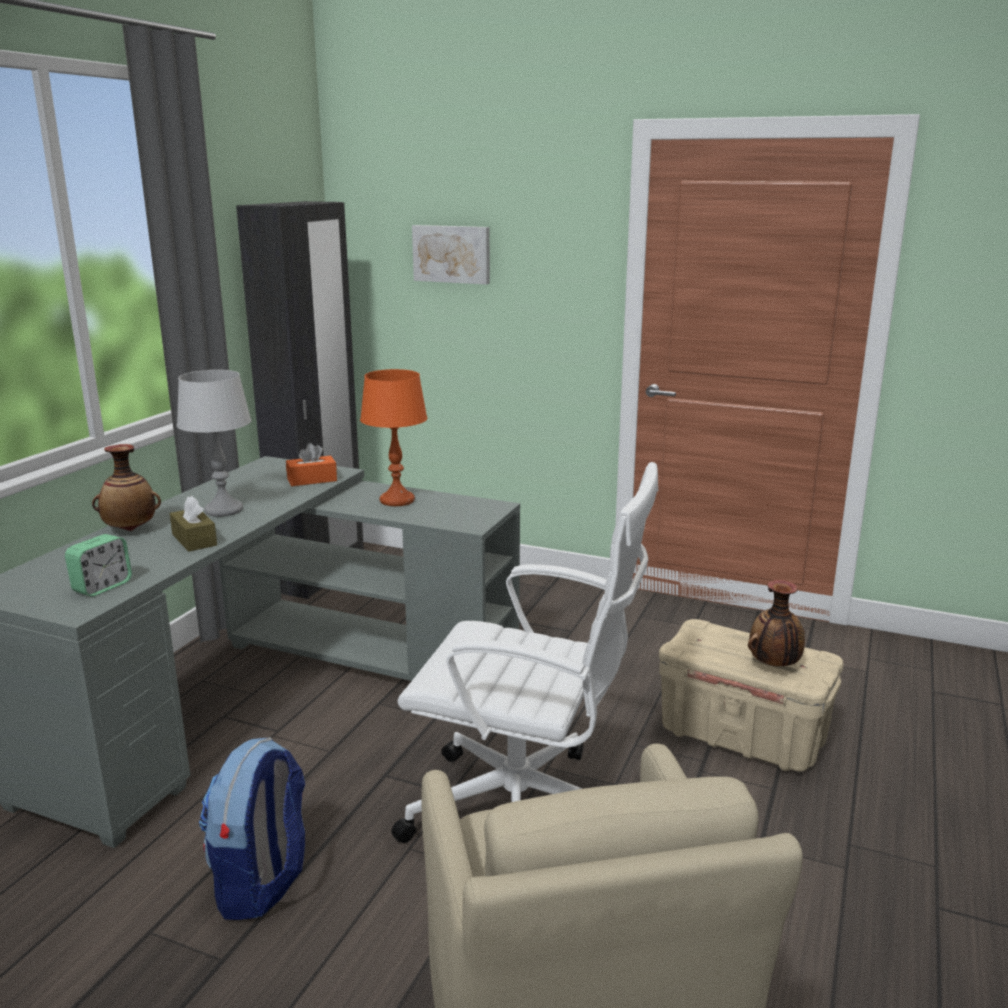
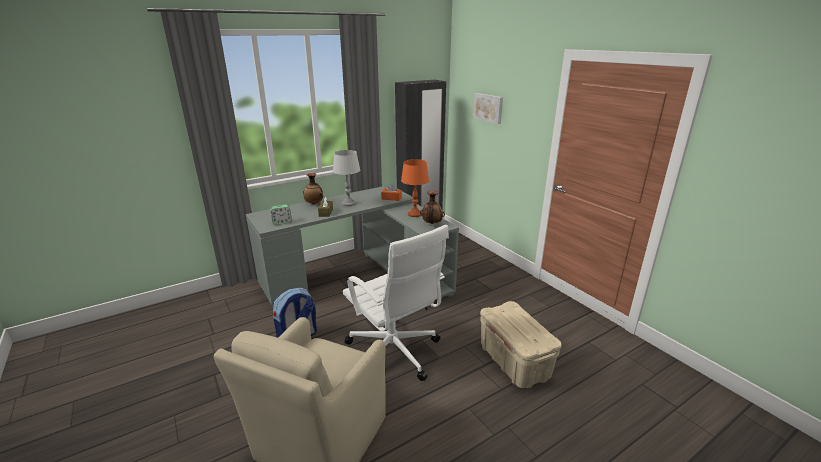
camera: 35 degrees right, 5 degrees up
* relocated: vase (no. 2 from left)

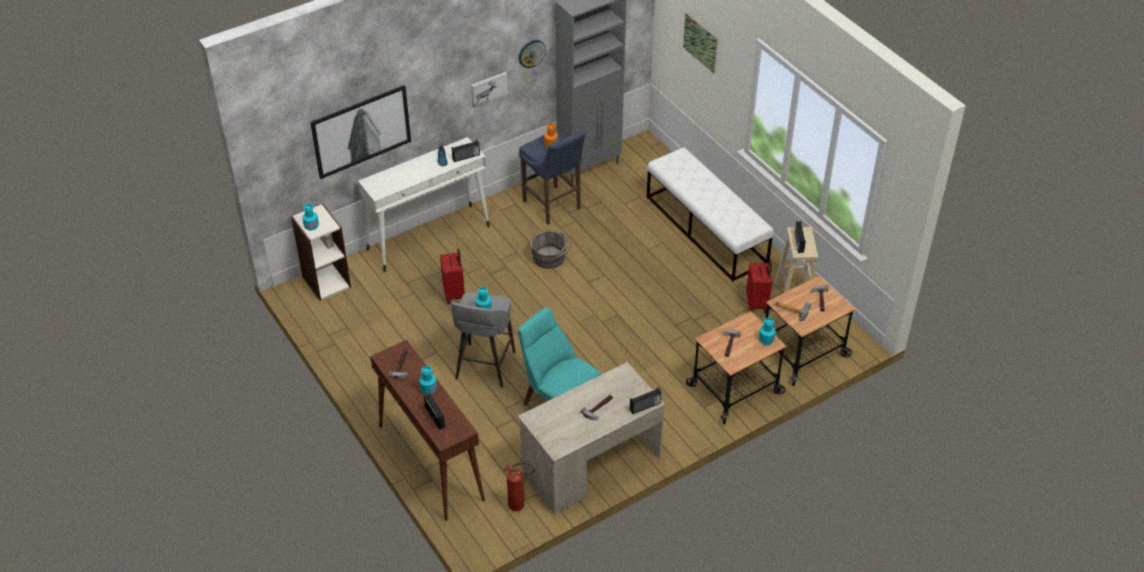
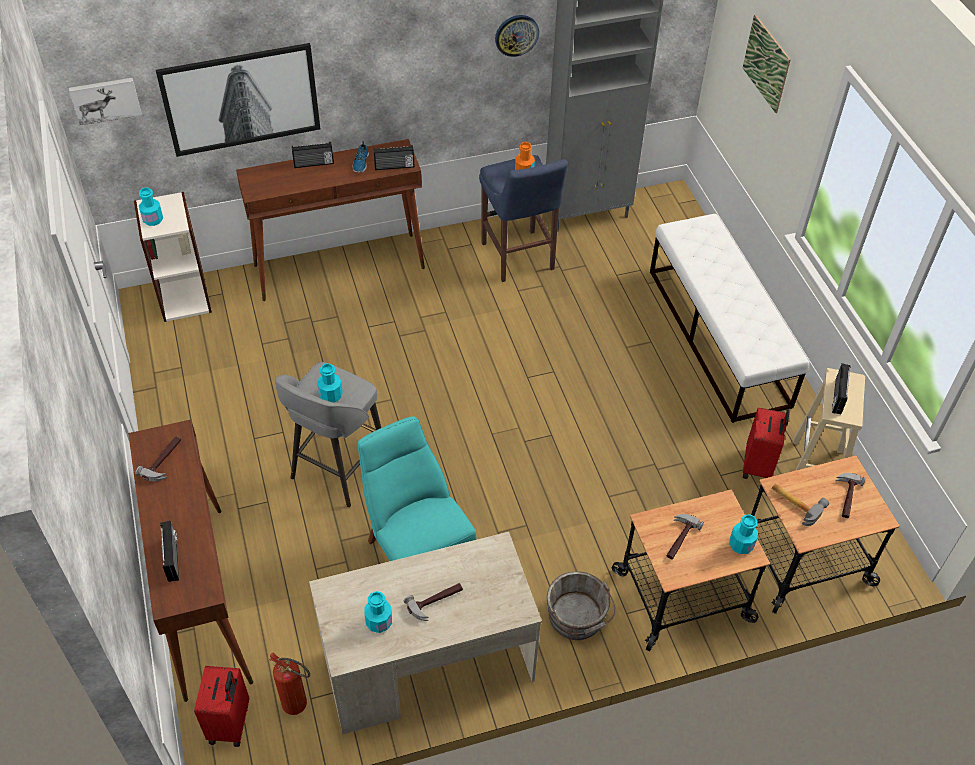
camera: 15 degrees right, 5 degrees up
* relocated: picture (no. 2 from left in the first image) to picture (no. 1 from left)
* relocated: suitcase (red) (no. 1 from left)
* colour: console table (white) to console table (brown) (no. 2 from left)
* relocated: radio (no. 3 from left in the first image) to radio (no. 2 from left)
* relocated: bottle (turquoise) (no. 2 from left in the first image) to bottle (turquoise) (no. 3 from left)
* relocated: bucket (grey)

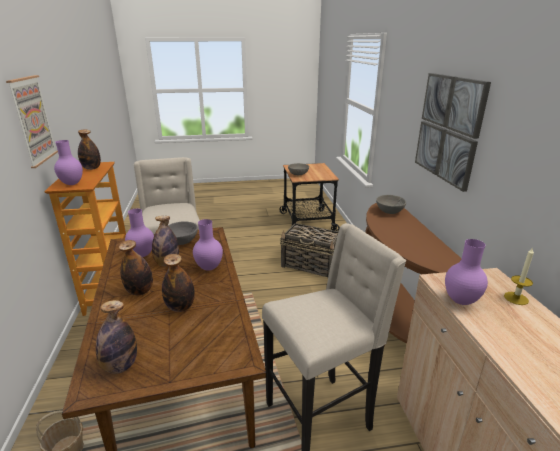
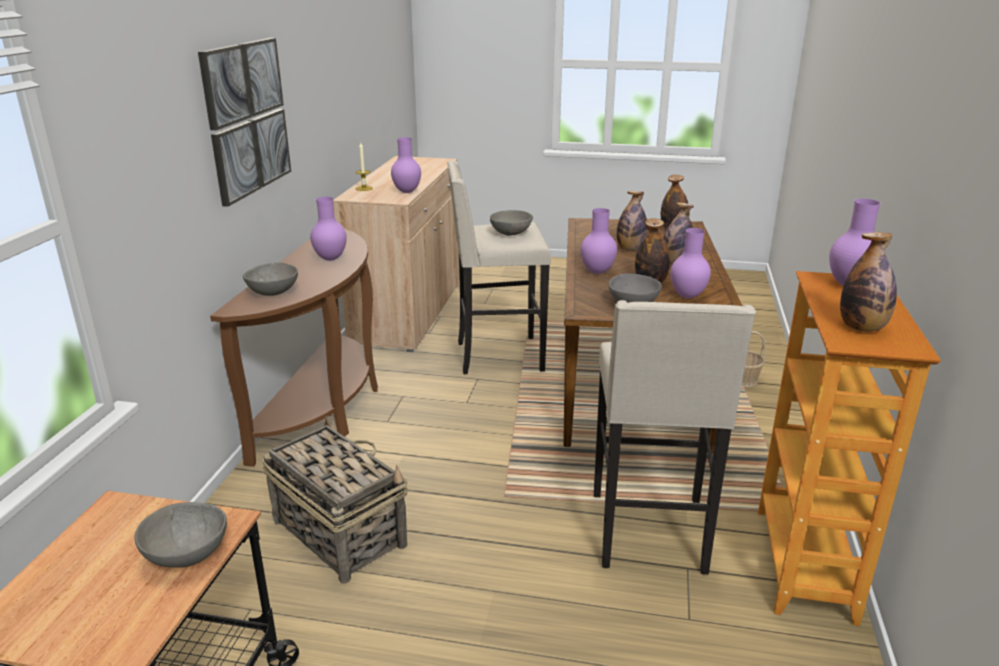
camera: 160 degrees left, 0 degrees up
* appeared: vase (purple) (no. 1 from left)
* appeared: bowl (grey) (no. 3 from left)
* missing: picture (no. 1 from left)

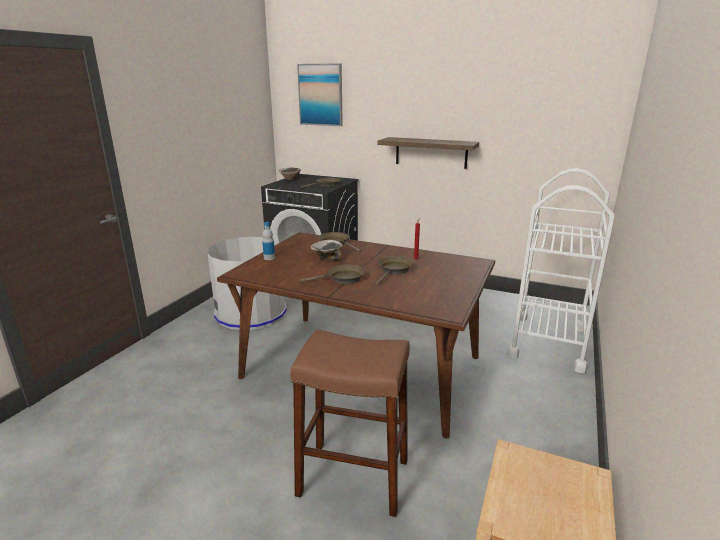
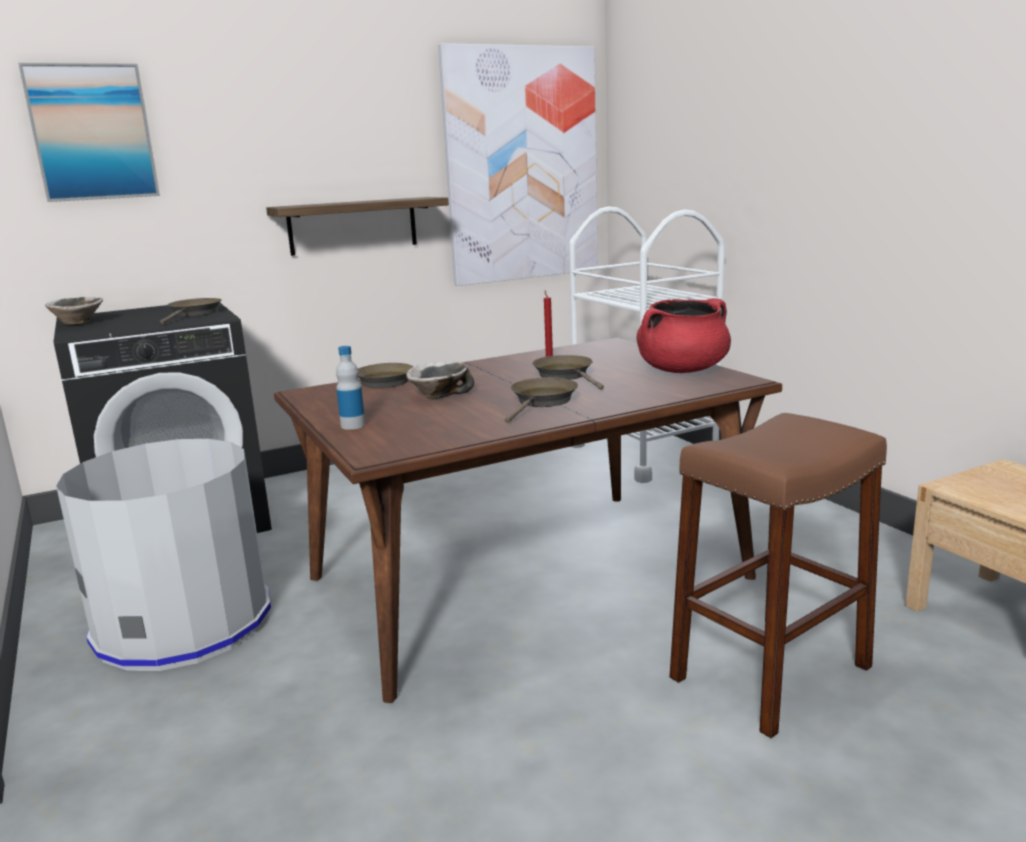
camera: 50 degrees left, 5 degrees down
* appeared: picture (no. 2 from left)
* appeared: cooking pot (red)

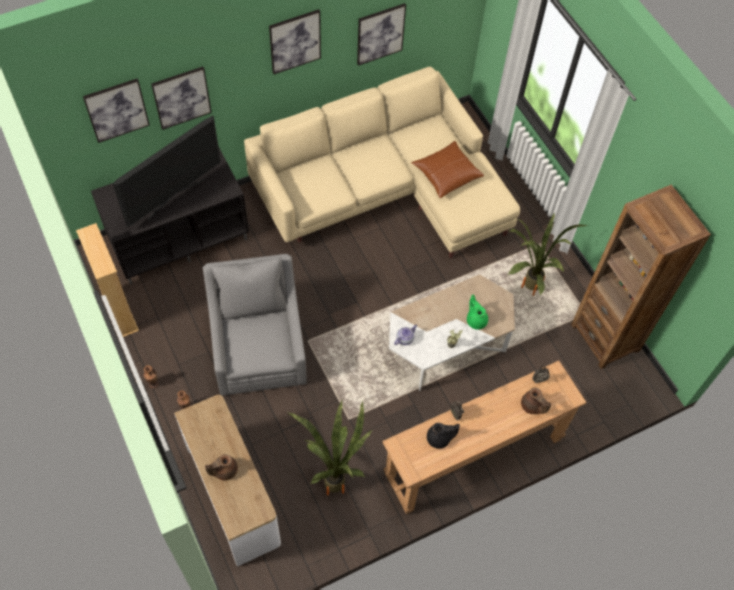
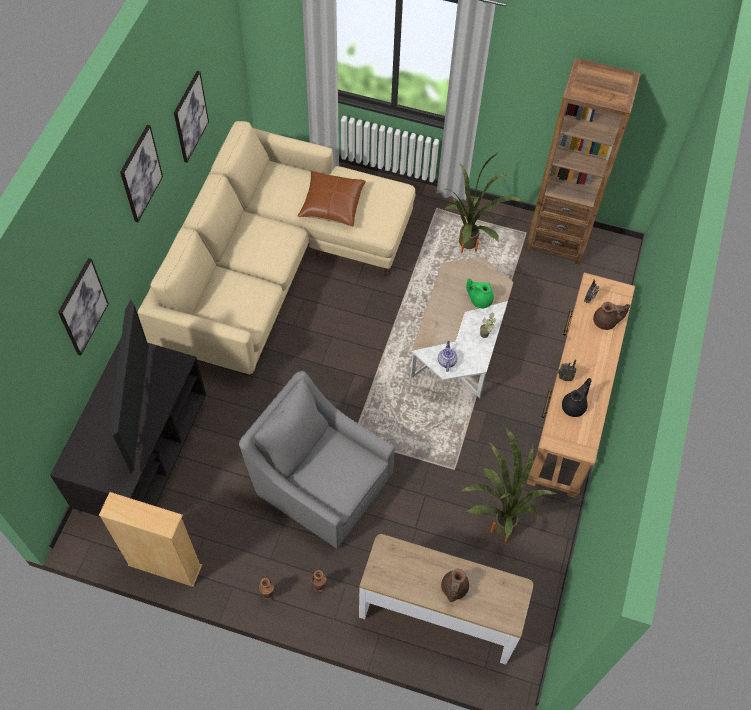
camera: 45 degrees left, 0 degrees up
* missing: picture (no. 1 from left)

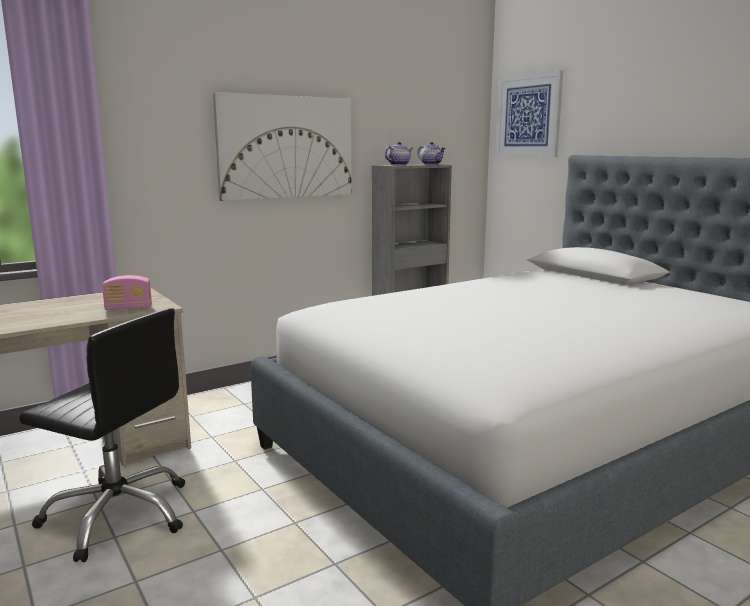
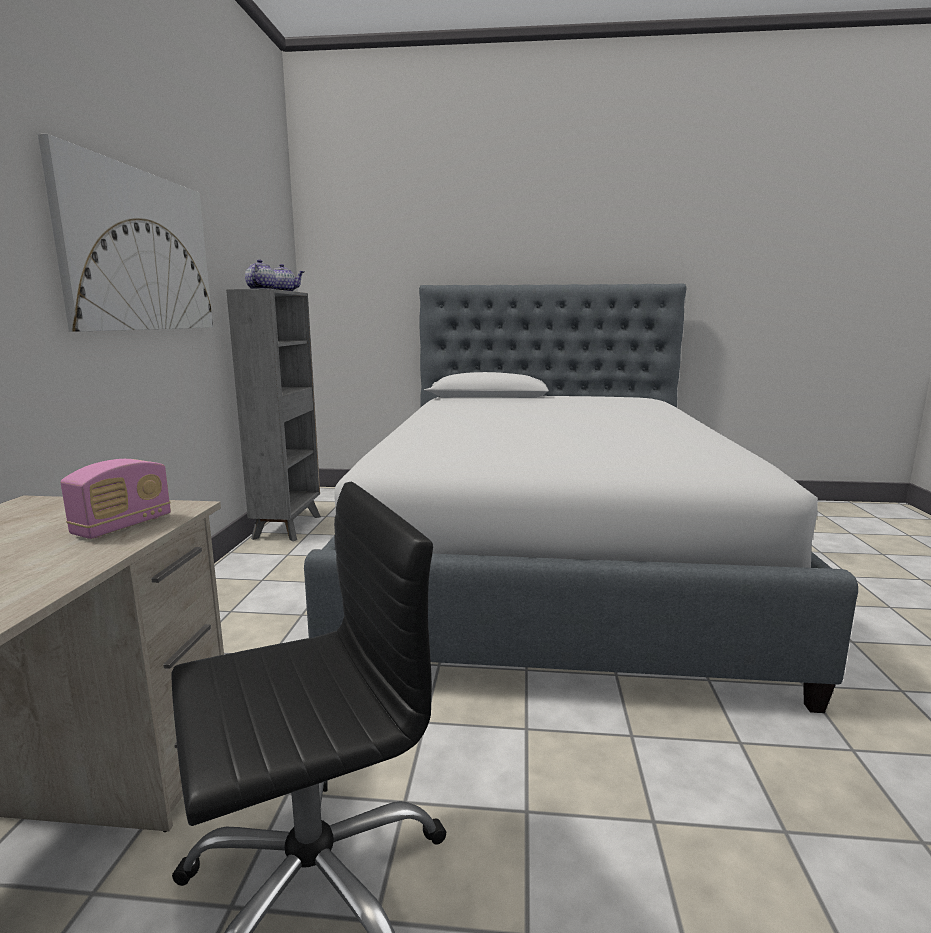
camera: 50 degrees left, 0 degrees up
* missing: picture (no. 2 from left)

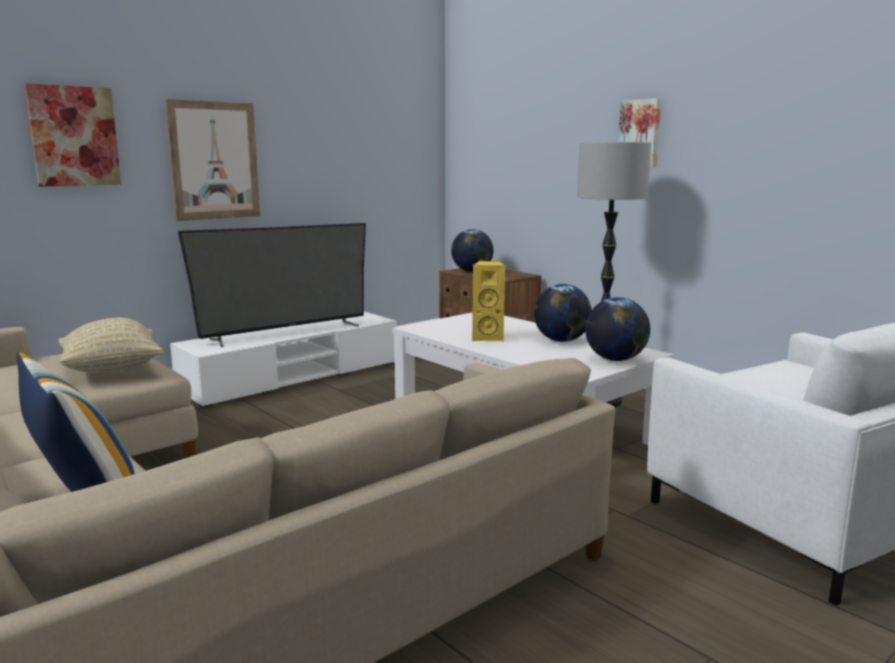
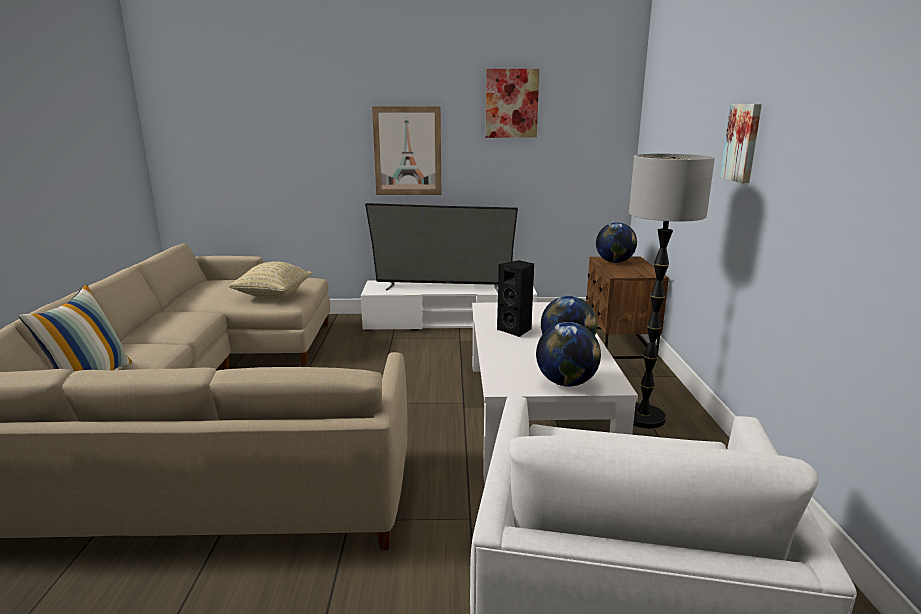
camera: 40 degrees right, 5 degrees up
* relocated: picture (no. 1 from left in the first image) to picture (no. 2 from left)
* colour: speaker (yellow) to speaker (black)

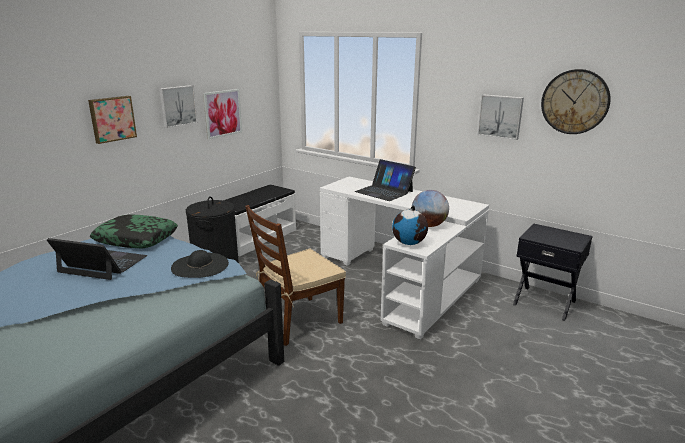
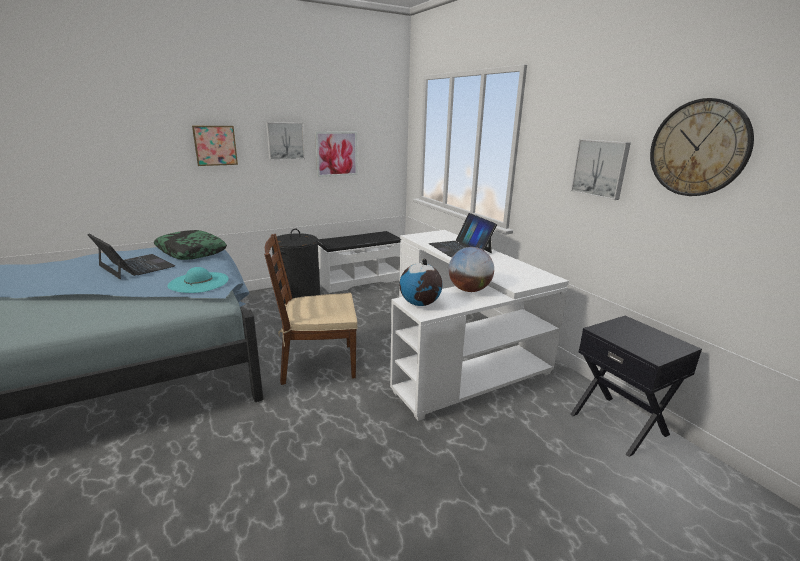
camera: 25 degrees right, 0 degrees up
* colour: hat (black) to hat (turquoise)

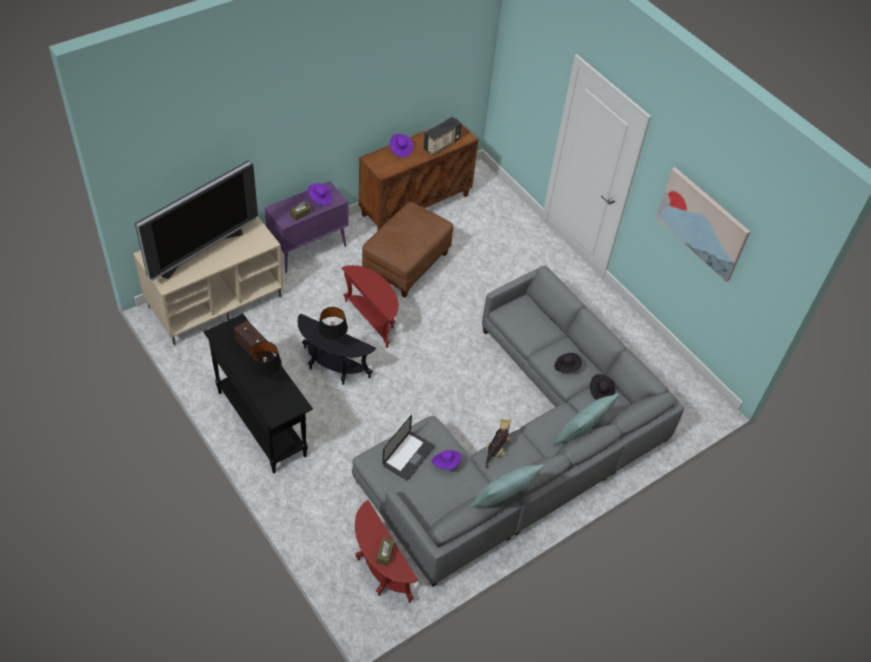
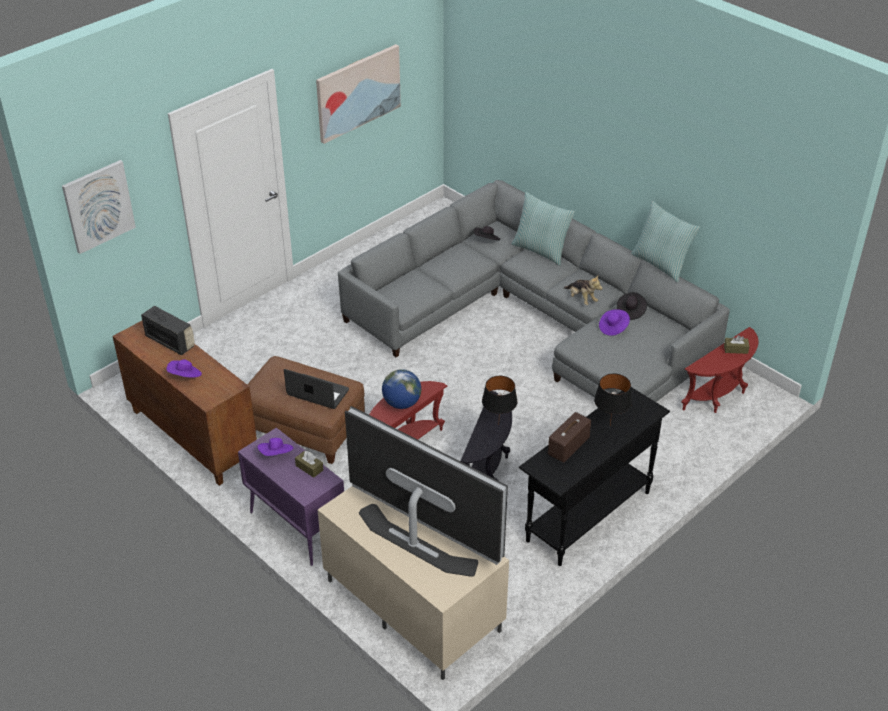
camera: 95 degrees left, 10 degrees down
* appeared: picture (no. 1 from left)
* relocated: laptop
* appeared: globe
* spun: plush toy 150 degrees counterclockwise
* relocated: hat (black) (no. 1 from left in the first image) to hat (black) (no. 2 from left)

